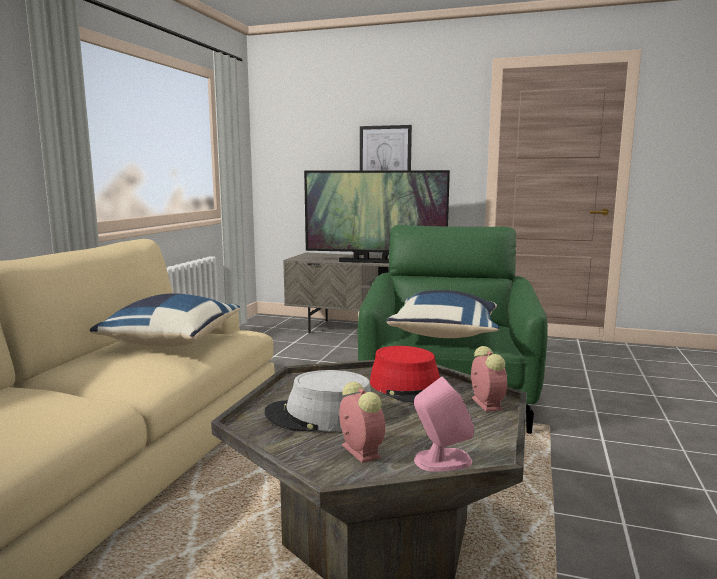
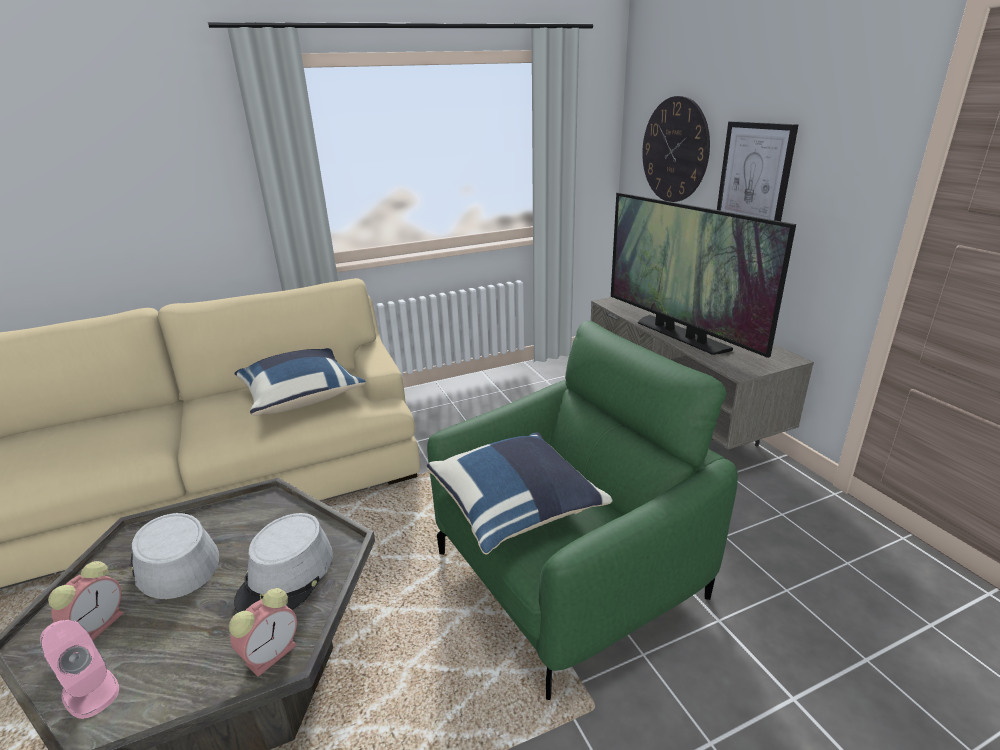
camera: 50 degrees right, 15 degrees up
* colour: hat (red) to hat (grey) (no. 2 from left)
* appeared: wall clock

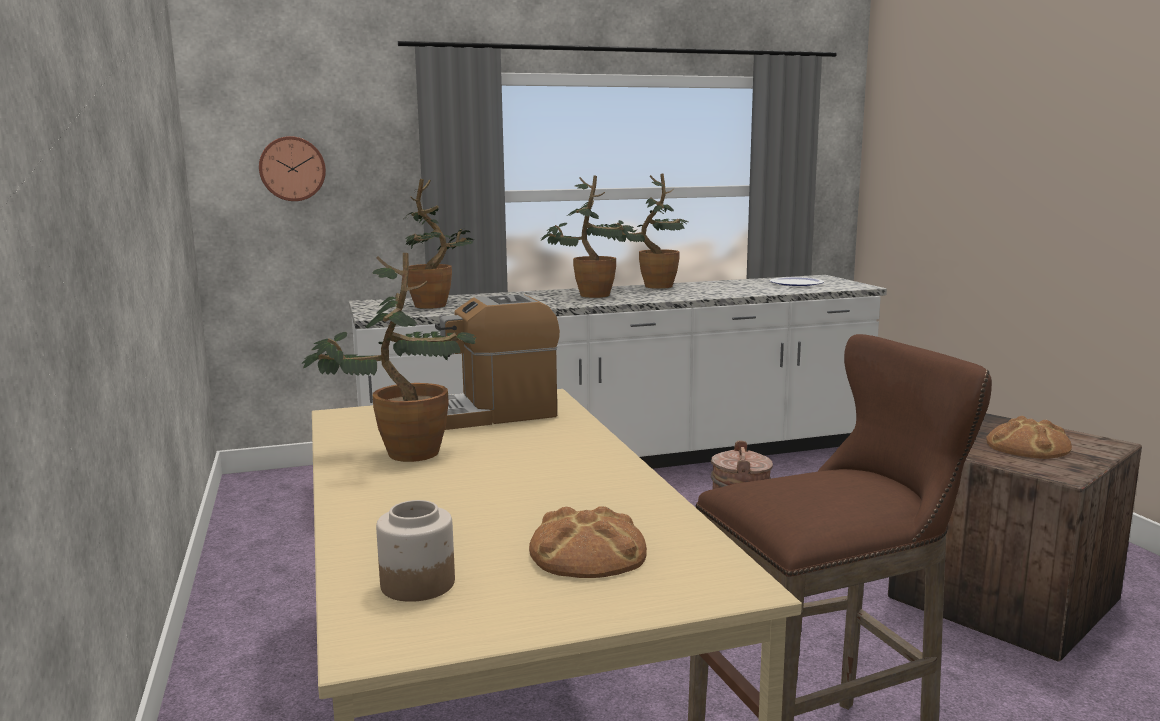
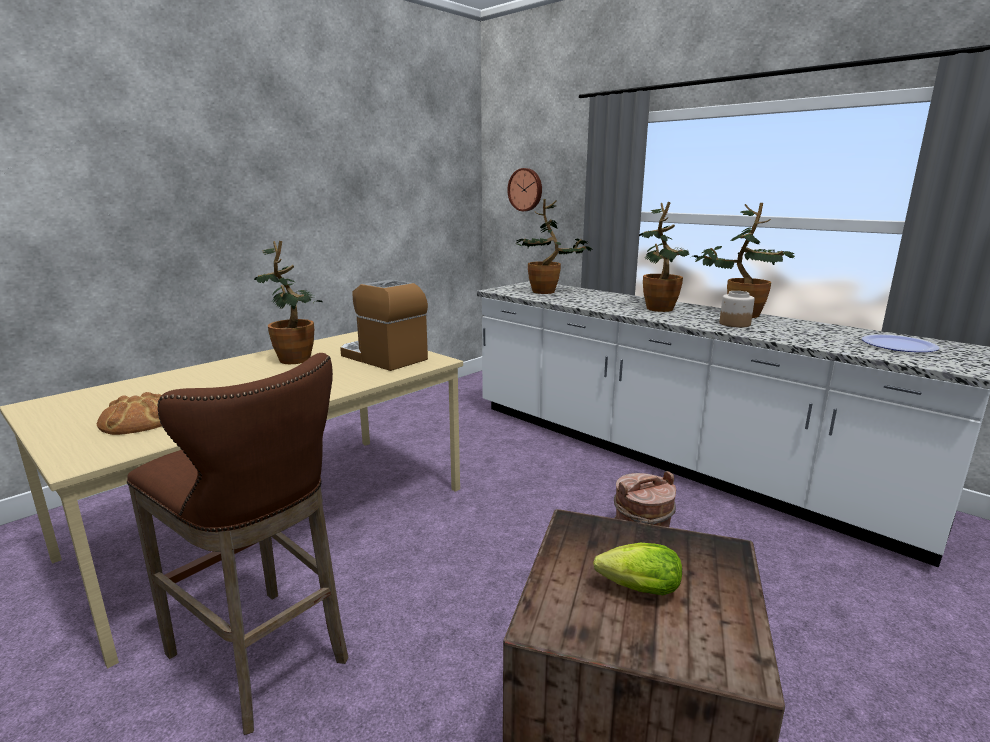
camera: 60 degrees right, 5 degrees up
* exchanged: bread (no. 2 from left) to lettuce
* relocated: jar

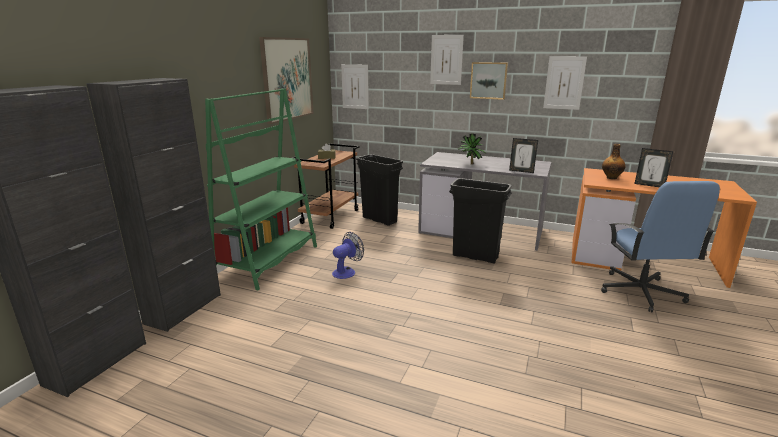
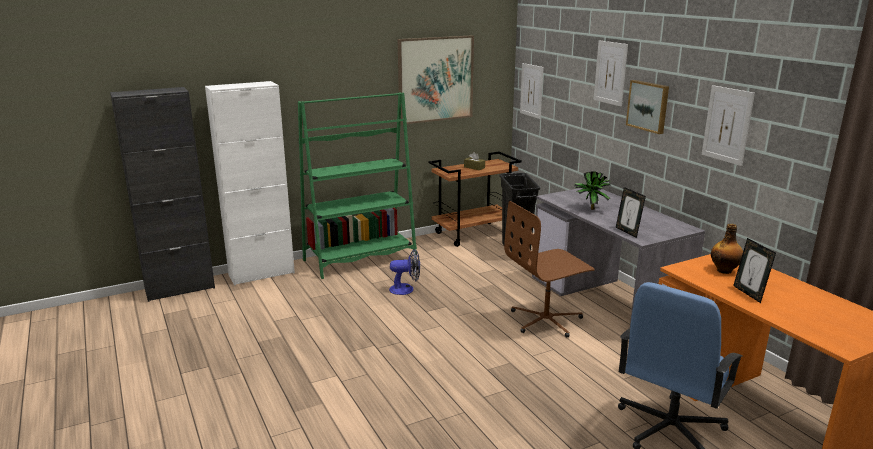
camera: 40 degrees right, 0 degrees up
* colour: cabinet (black) (no. 2 from left) to cabinet (white)
* exchanged: trash can (black) (no. 2 from left) to office chair (brown)

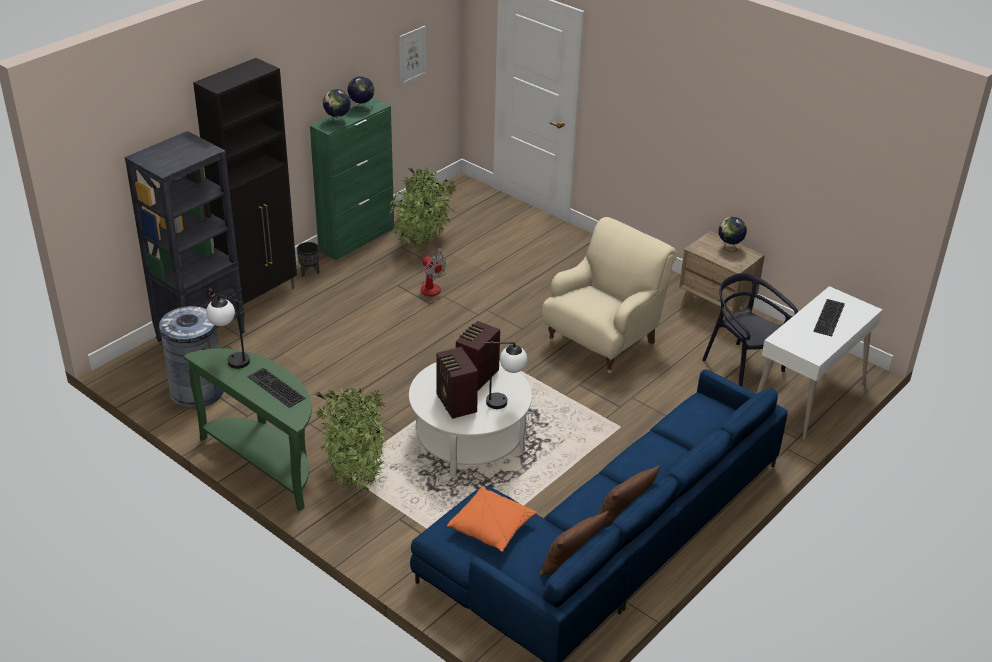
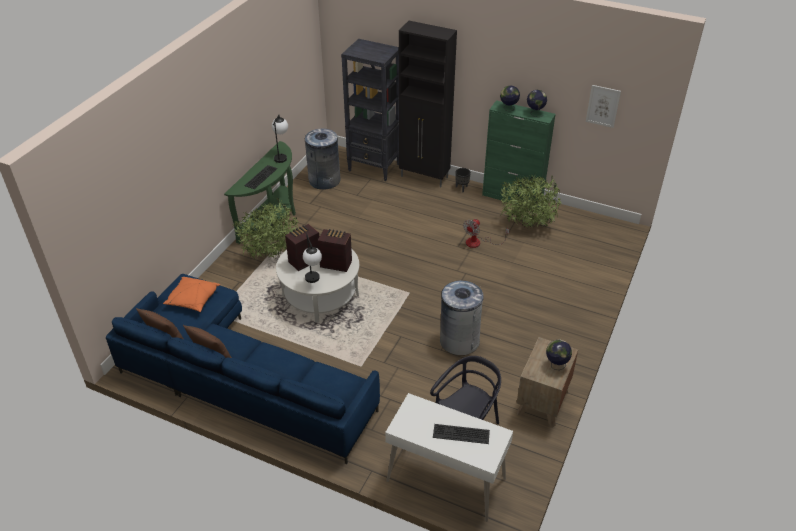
camera: 75 degrees right, 5 degrees up
* exchanged: armchair (beige) to trash can (grey) (no. 2 from left)

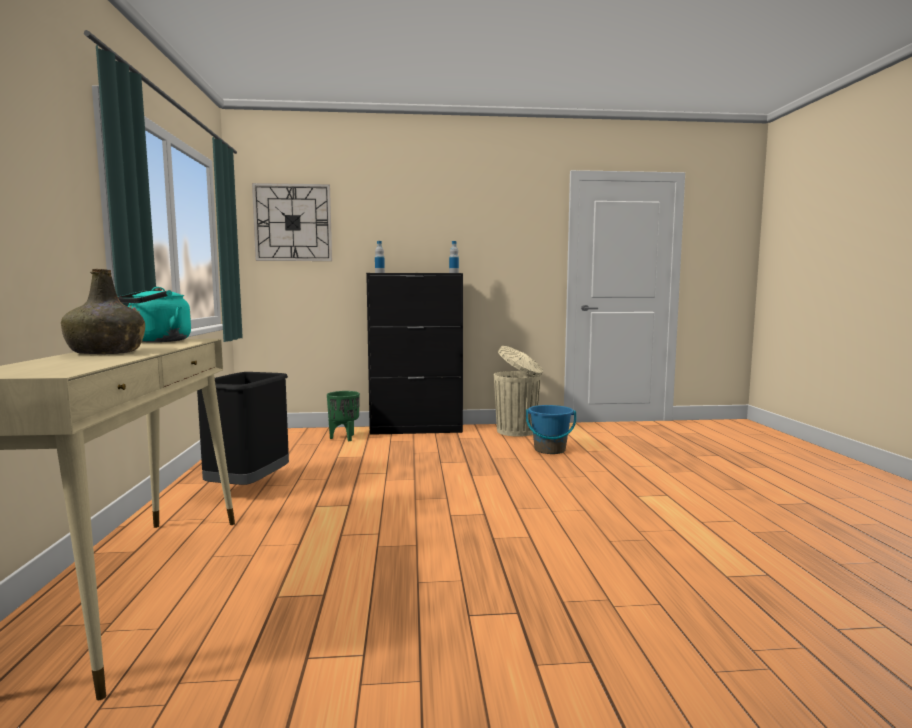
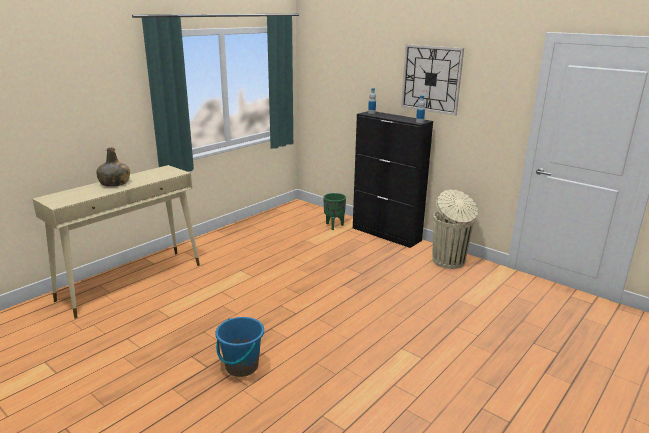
camera: 45 degrees right, 15 degrees up
* relocated: bucket (blue)
* relocated: wall clock
* missing: kettle (turquoise)
* missing: trash can (black)

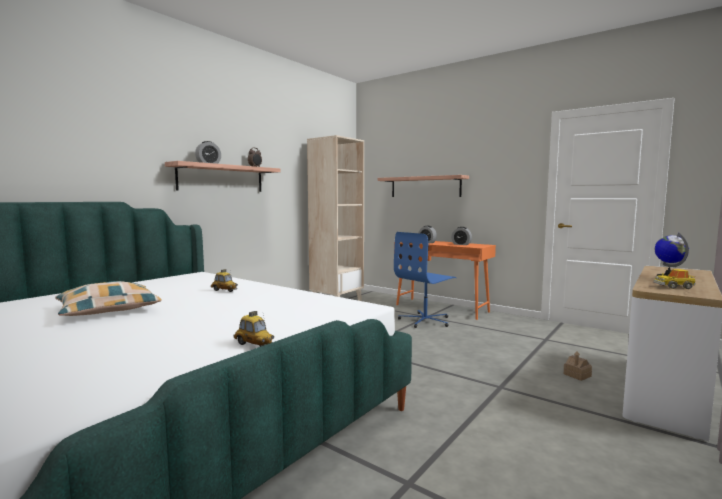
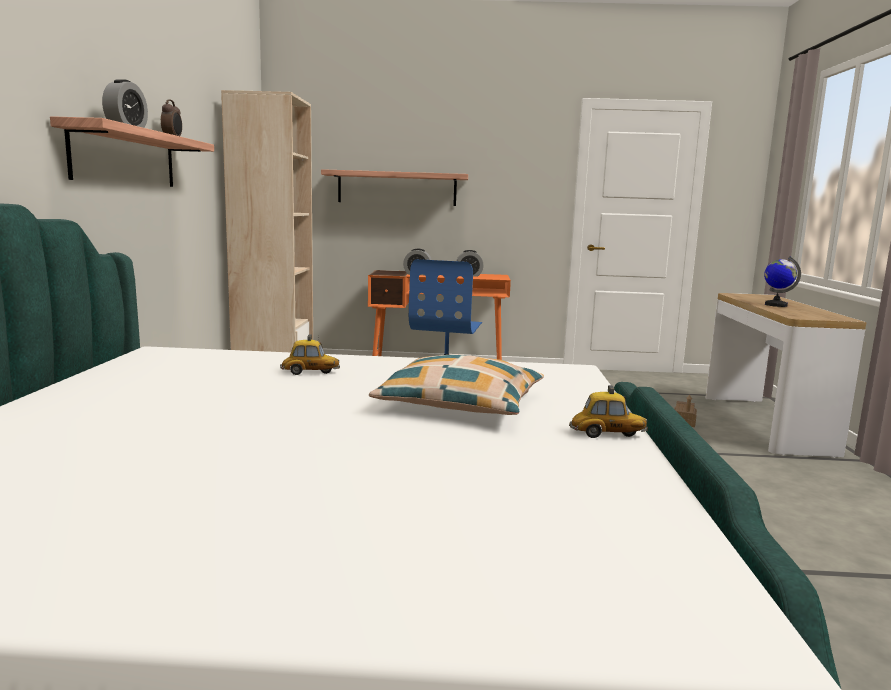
camera: 35 degrees left, 5 degrees up
* relocated: pillow
* missing: toy car (no. 3 from left)

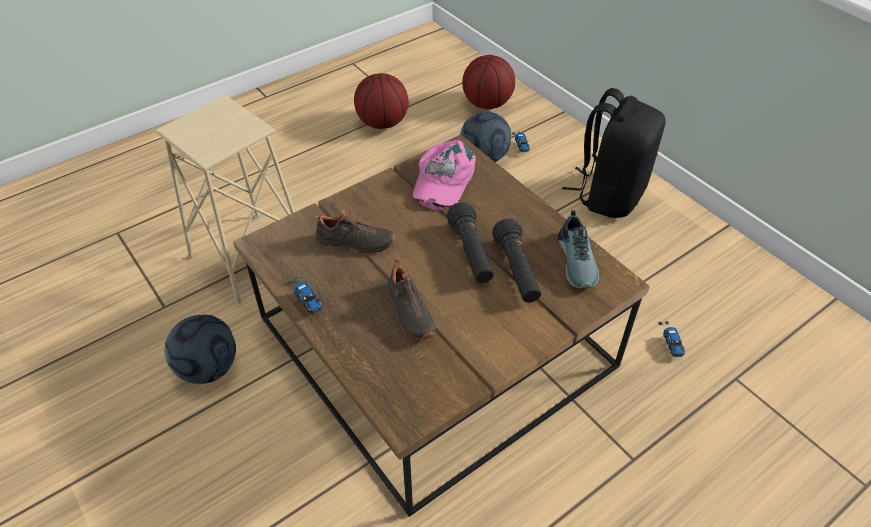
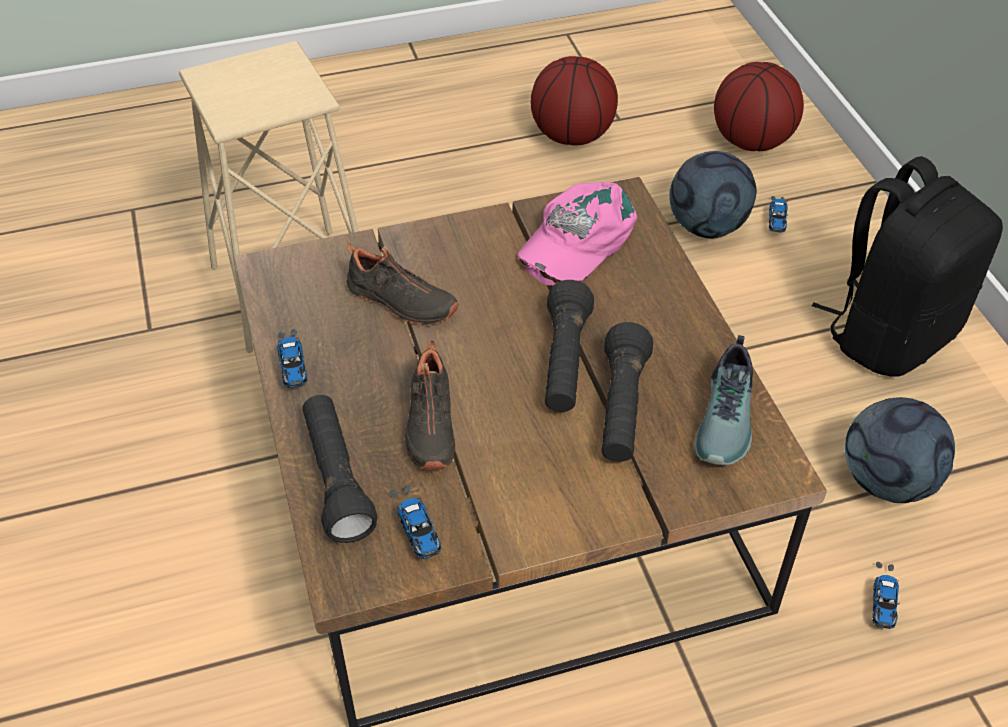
camera: 20 degrees right, 0 degrees up
* appeared: flashlight (black) (no. 1 from left)
* appeared: toy car (no. 2 from left)
* relocated: football (no. 1 from left in the first image) to football (no. 2 from left)

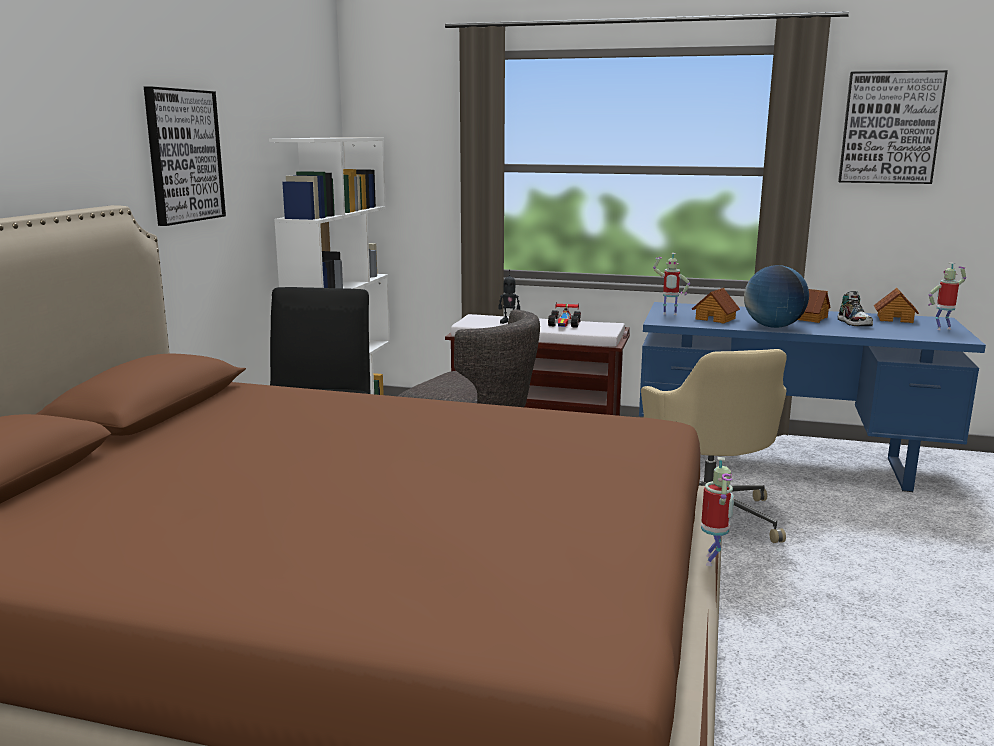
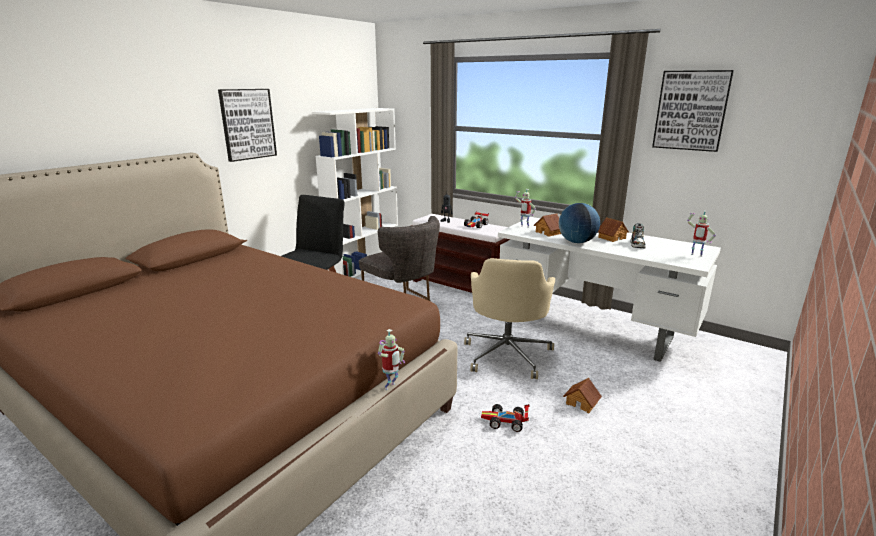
camera: 20 degrees right, 5 degrees up
* appeared: toy car (no. 2 from left)
* colour: desk (blue) to desk (white)
* relocated: toy house (no. 3 from left in the first image) to toy house (no. 2 from left)
* spun: toy robot (no. 4 from left) 150 degrees counterclockwise

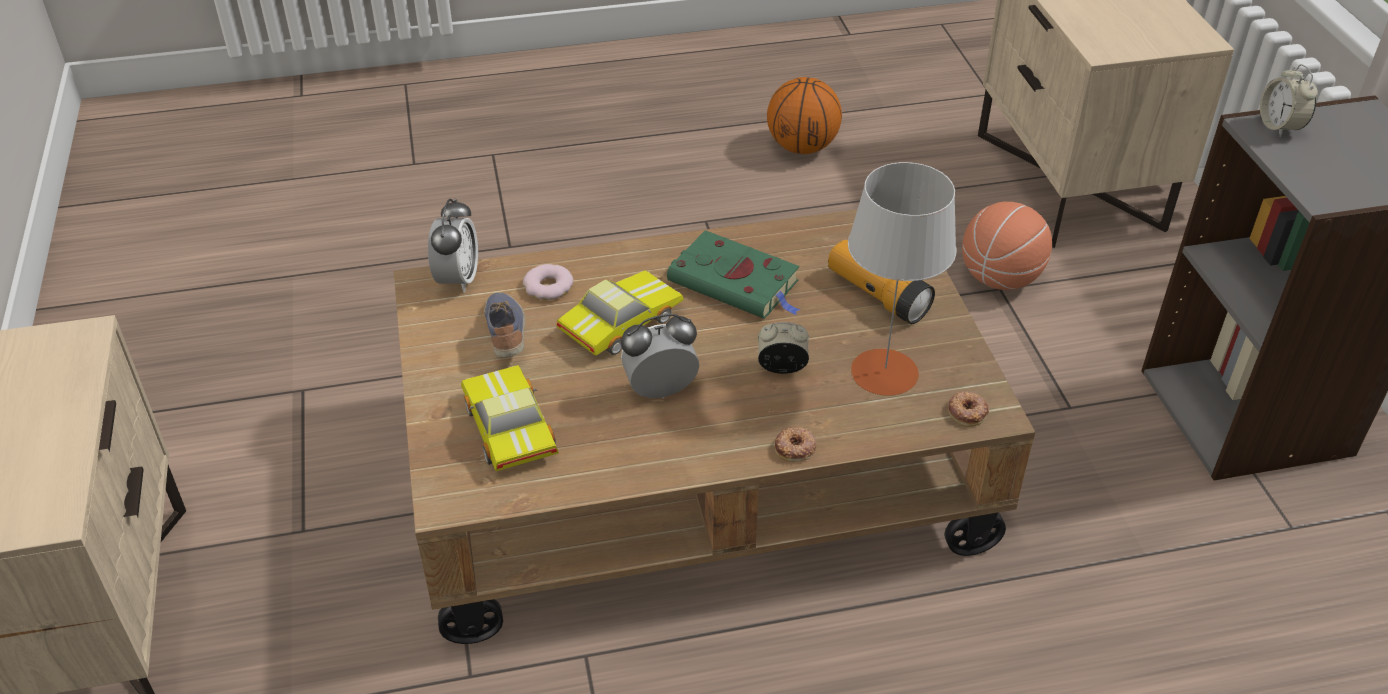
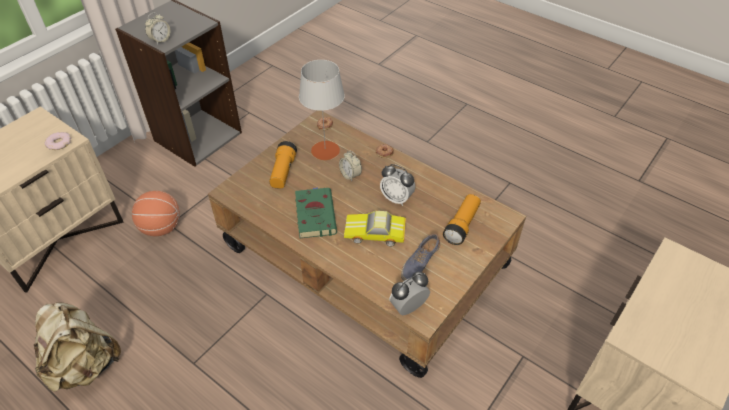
camera: 130 degrees left, 5 degrees up
* exchanged: basketball (no. 1 from left) to backpack (beige)
* relocated: donut (no. 1 from left)
* exchanged: toy car (no. 1 from left) to flashlight (no. 2 from left)

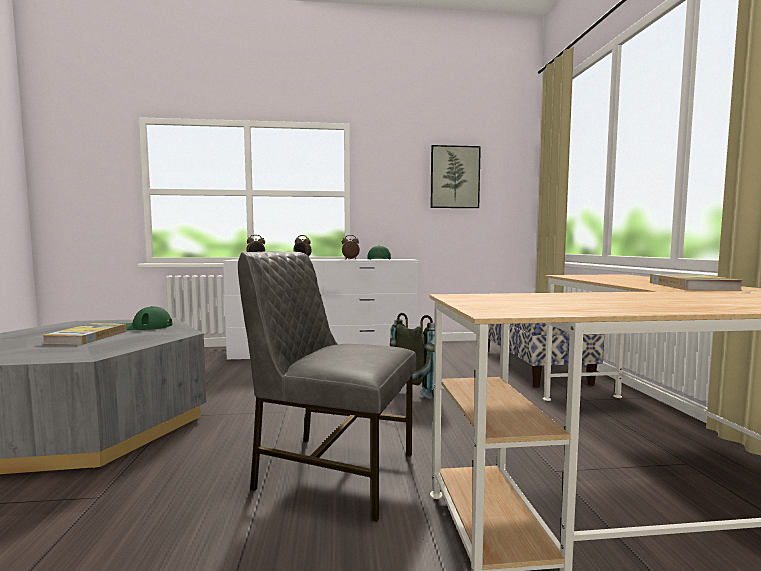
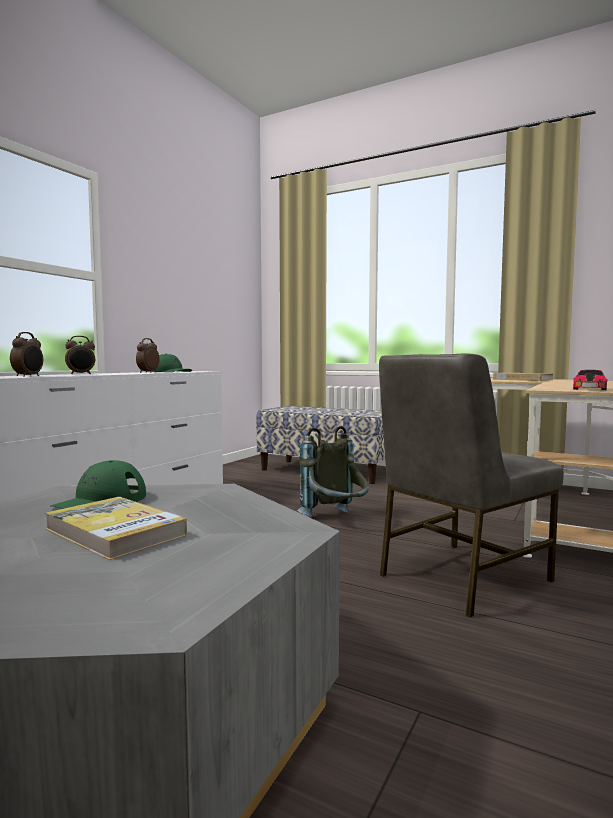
camera: 55 degrees left, 0 degrees up
* appeared: toy car
* missing: picture

